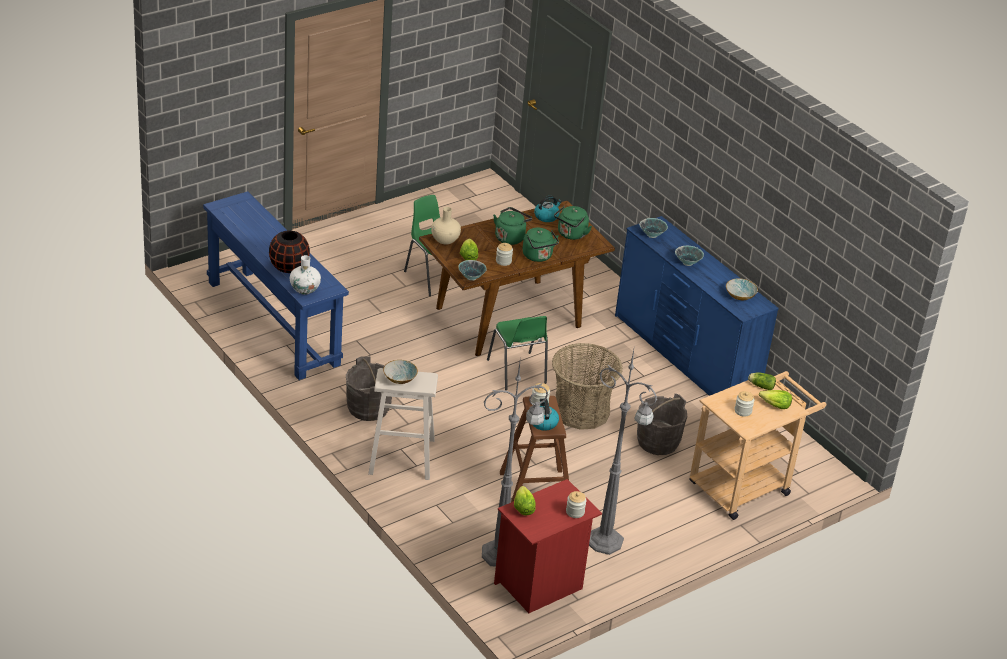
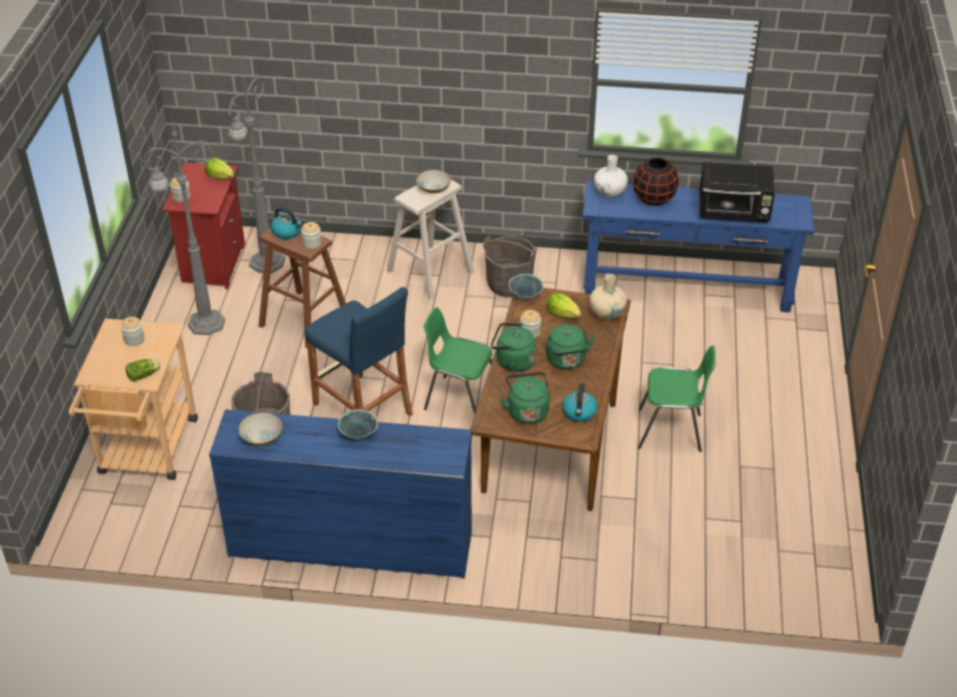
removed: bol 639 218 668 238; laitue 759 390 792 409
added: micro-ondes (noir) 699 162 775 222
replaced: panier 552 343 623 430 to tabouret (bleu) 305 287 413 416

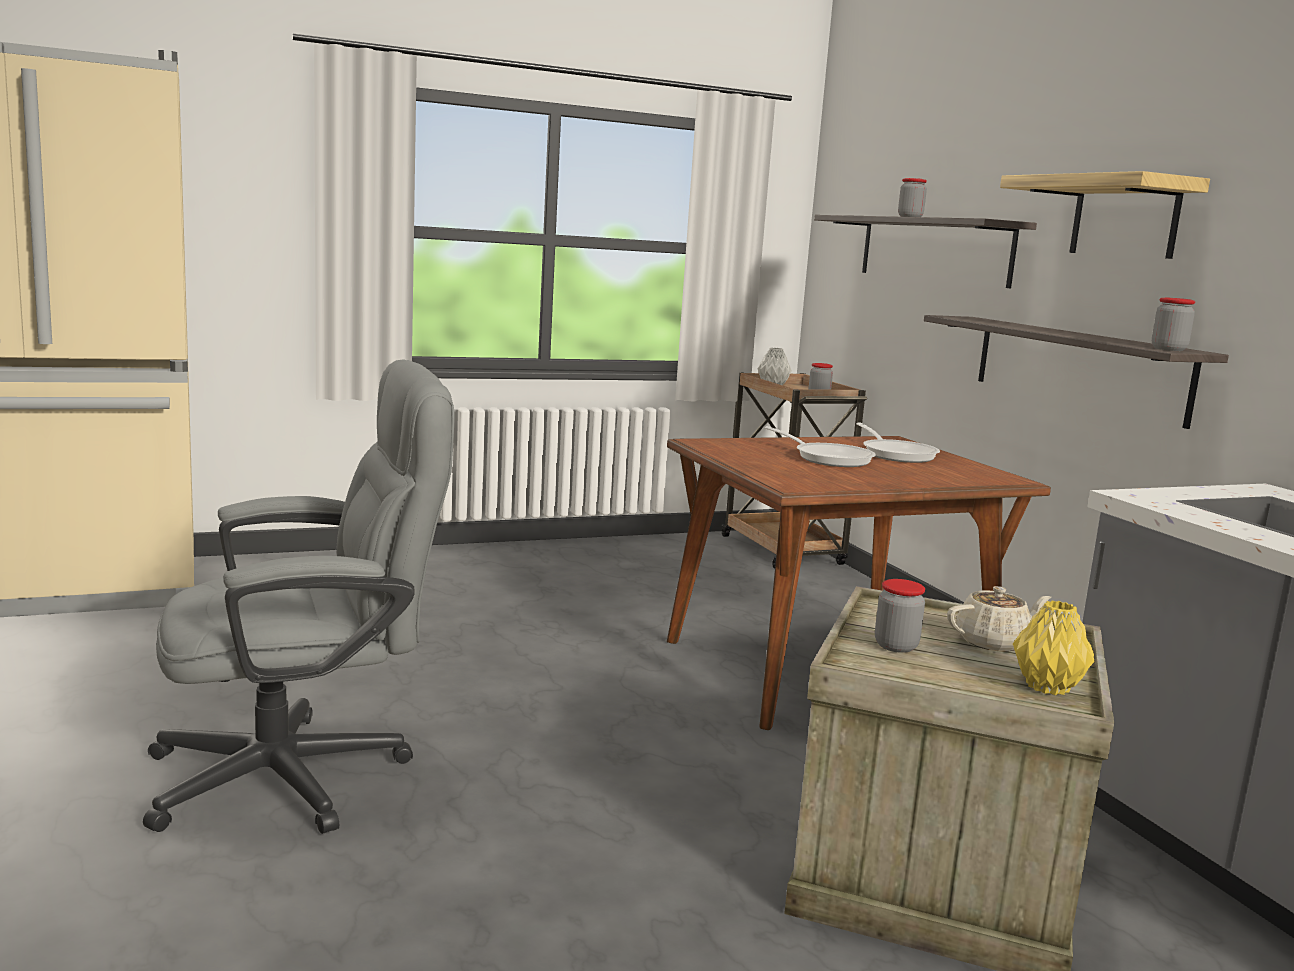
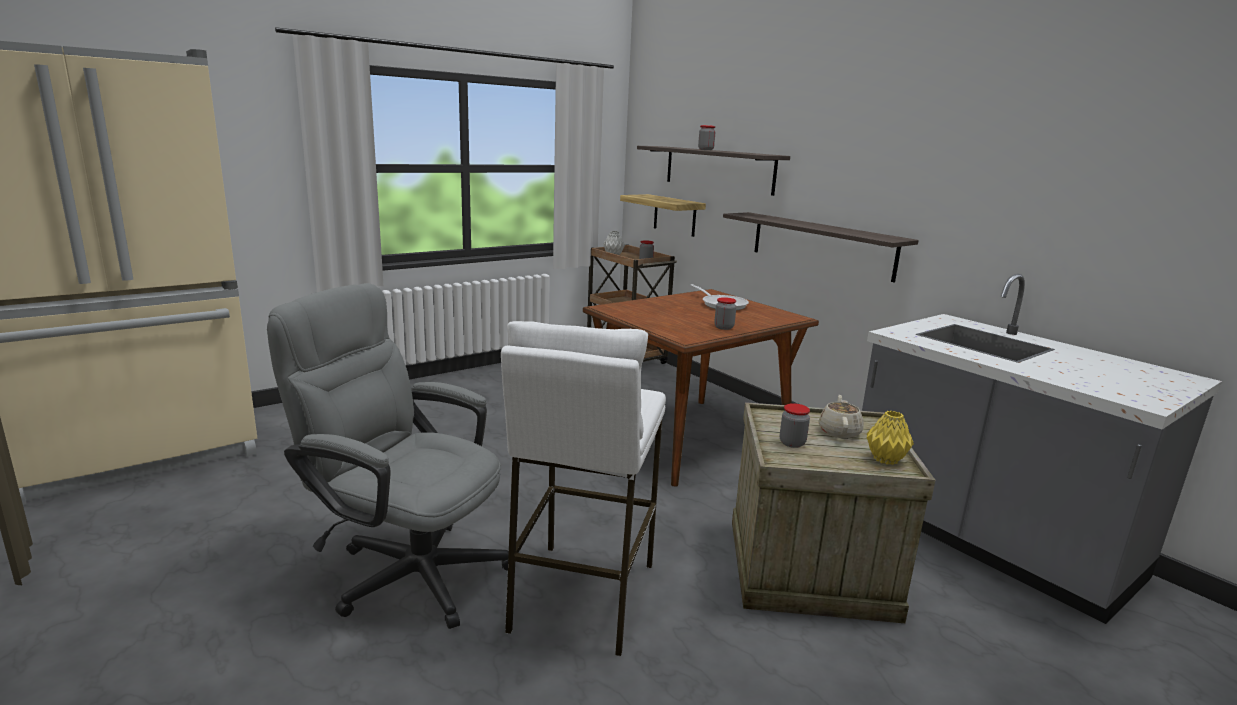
removed: poêle 765 426 876 467
added: tabouret (blanc) 501 321 666 657
moved: étagère 1000 171 1210 259 to 620 194 706 237; bocal 1152 297 1195 351 to 714 297 736 330
turned: chaise de bureau (gris) 143 359 455 834 = 267 283 509 629 120 degrees counterclockwise; théière (beige) 947 586 1051 652 = 818 395 864 439 45 degrees counterclockwise

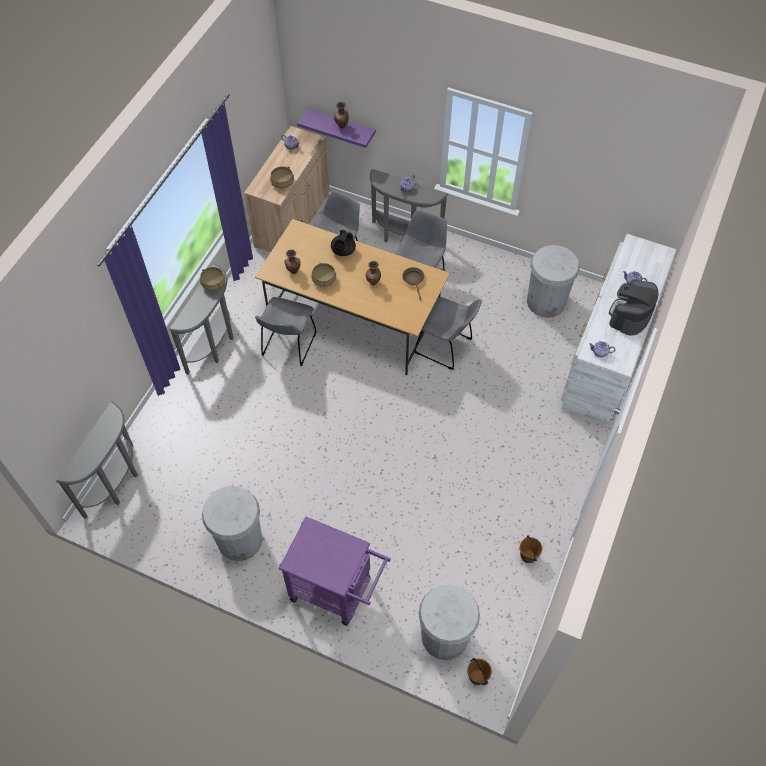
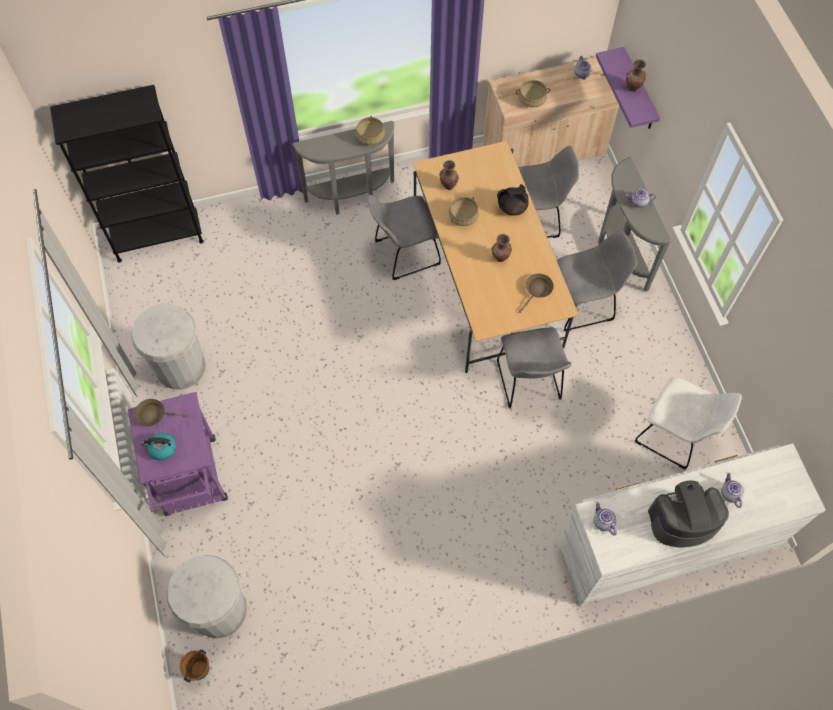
removed: seau (marron) 520 535 542 563
added: poêle (marron) 134 399 189 427; bouilloire 141 433 176 461
replaced: table console (gris) 56 401 138 519 to bibliothèque (noir) 50 85 204 263; poubelle (blanc) 527 245 580 318 to chaise (blanc) 635 377 742 469

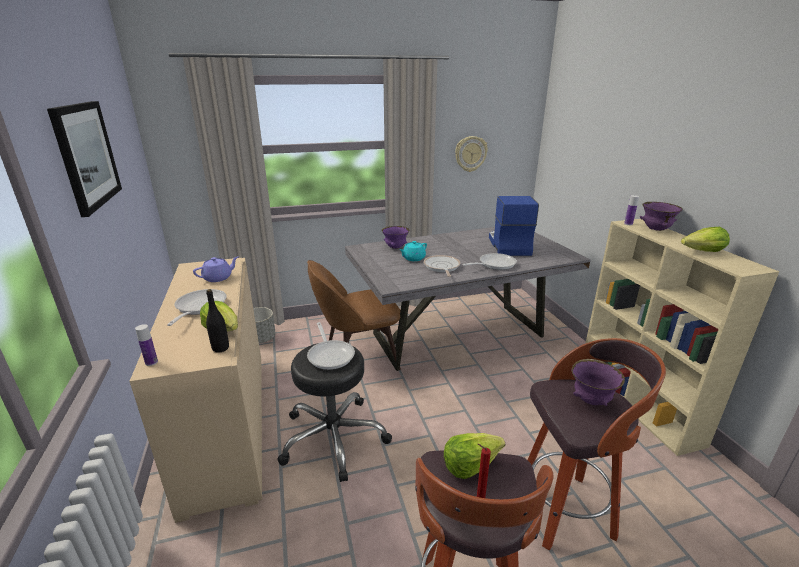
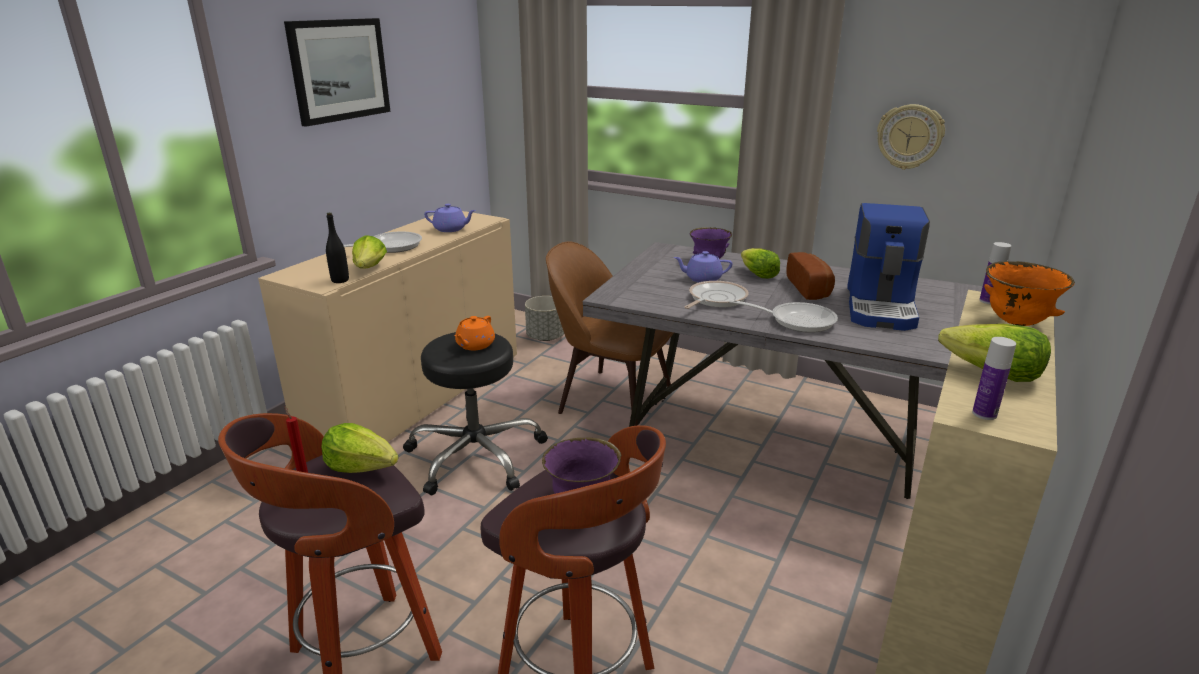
added: laitue 741 248 780 278; pain 786 252 835 300
moved: bouteille 135 324 158 366 to 972 337 1016 420
replaced: poêle 307 322 355 370 to théière (orange) 455 316 495 350
recoloured: théière (turquoise) 400 241 427 261 to théière (violet) 674 251 732 282; bol (violet) 640 202 683 231 to bol (orange) 984 261 1075 326
turned: machine à café 489 196 539 256 = 847 203 930 331 150 degrees clockwise

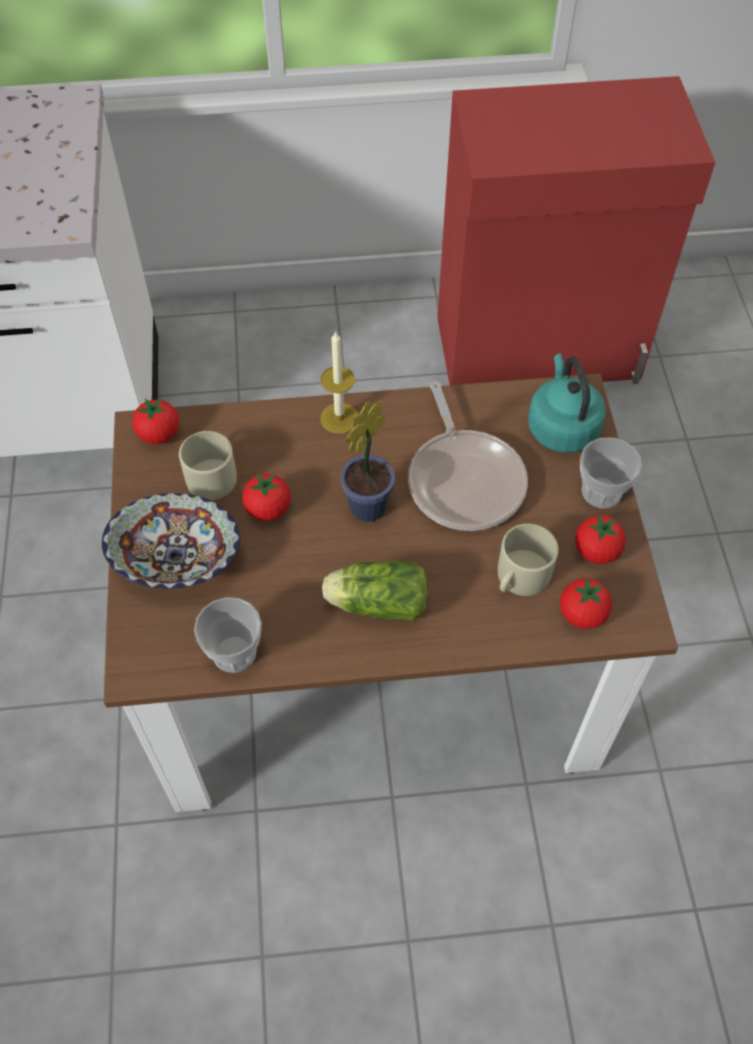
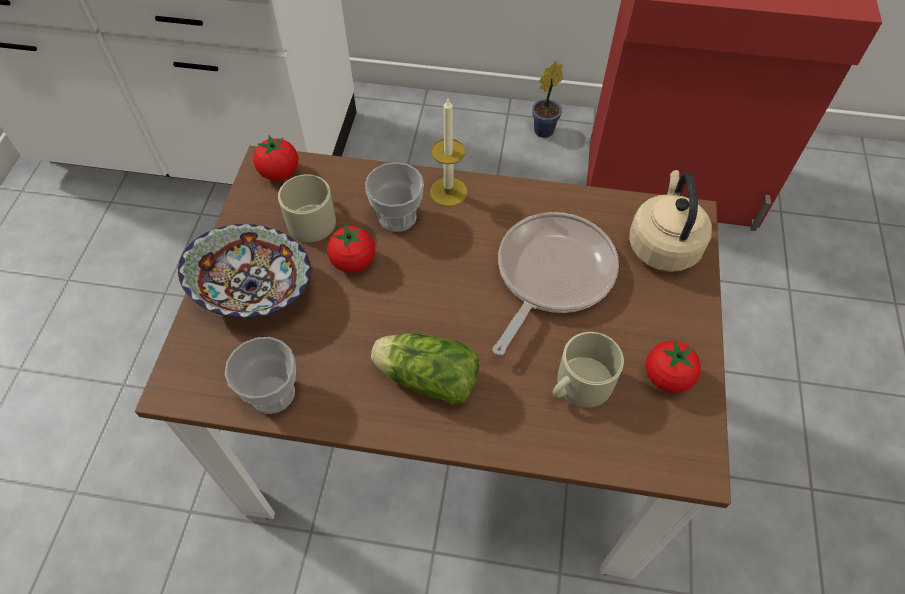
removed: tomate 560 578 612 629
moved: tasse 580 437 642 508 to 365 162 424 232; plante en pot 340 401 396 522 to 532 61 563 138
recoloured: bouilloire (turquoise) 528 353 606 453 to bouilloire (beige) 629 170 712 272
turned: poêle 408 382 528 531 = 493 212 619 355 150 degrees counterclockwise

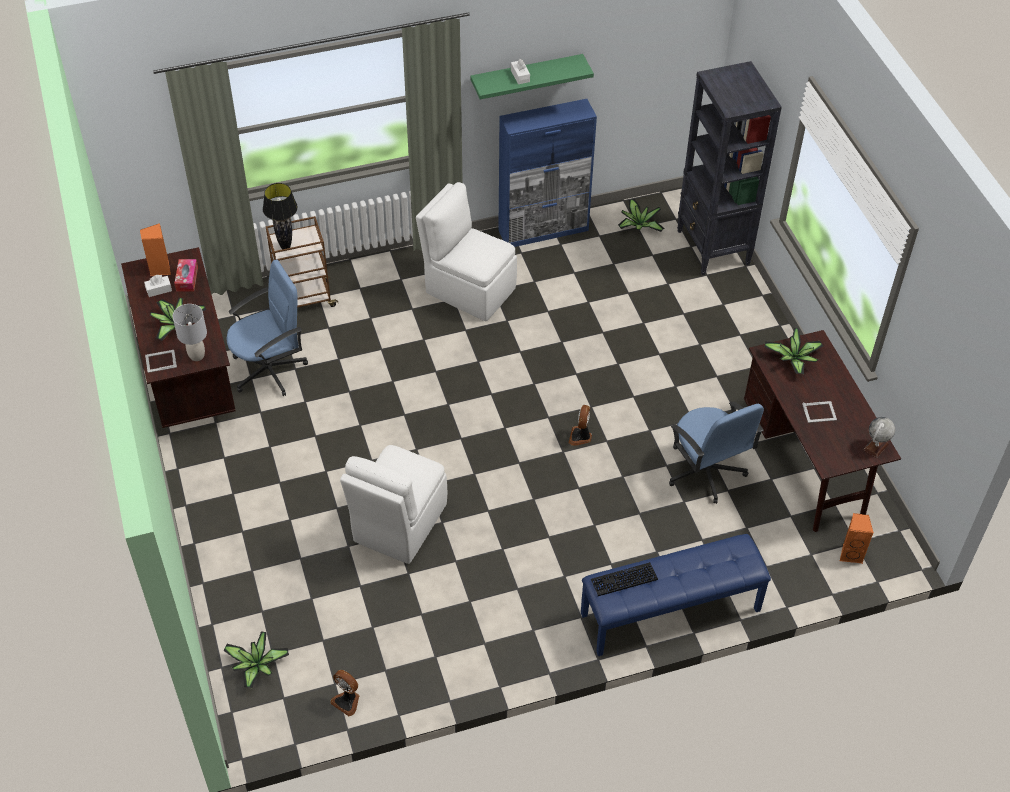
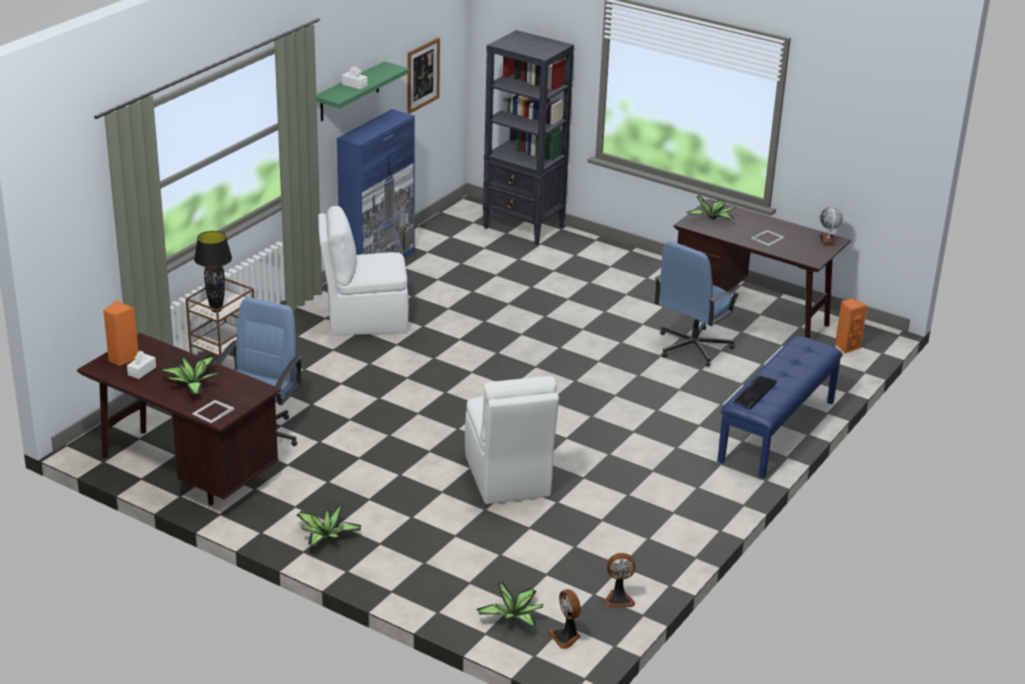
removed: lampe de table (gris) 173 304 207 361; boîte à mouchoirs 174 259 198 292
added: tableau 407 38 440 114
moved: plante en pot 618 199 664 232 to 297 505 361 547; ventilateur 569 405 592 446 to 548 589 581 649
turned: chaise de bureau (bleu) 669 401 764 504 = 655 241 740 367 105 degrees clockwise

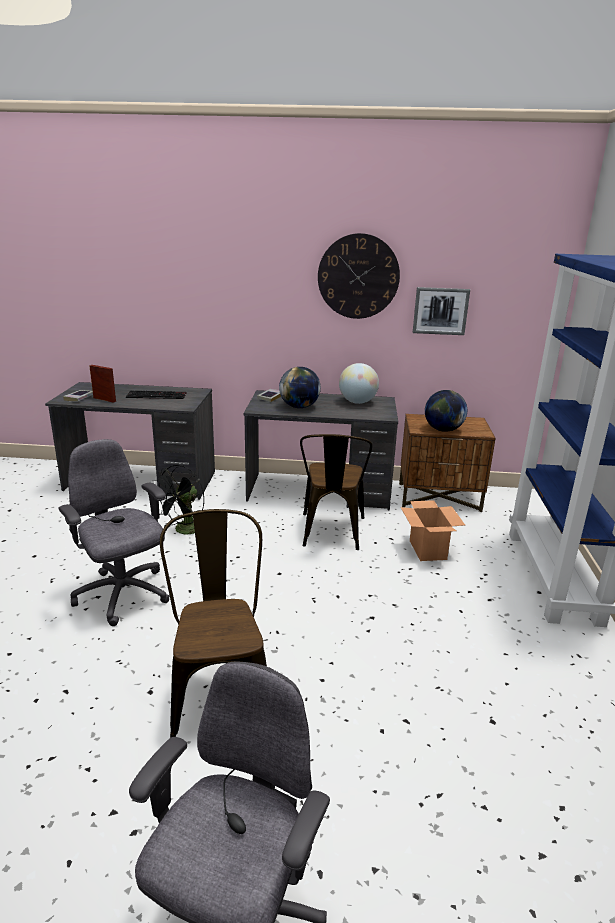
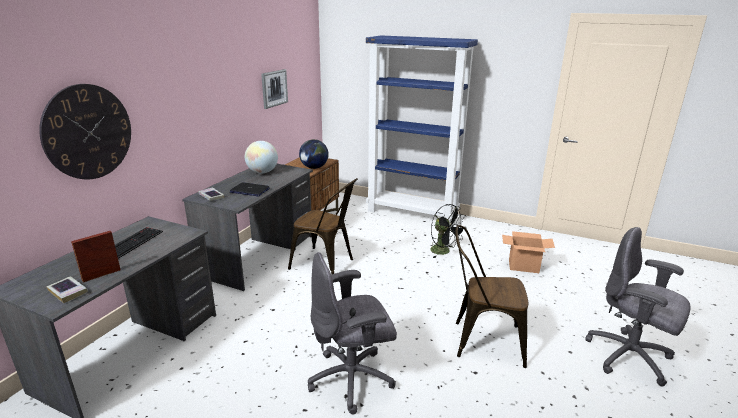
moved: horloge murale 318 233 400 319 to 39 84 131 179; ventilateur (noir) 153 465 204 535 to 431 204 467 258; carton 401 500 465 561 to 502 231 555 273
replaced: globe 279 367 321 408 to ordinateur portable 230 182 270 196

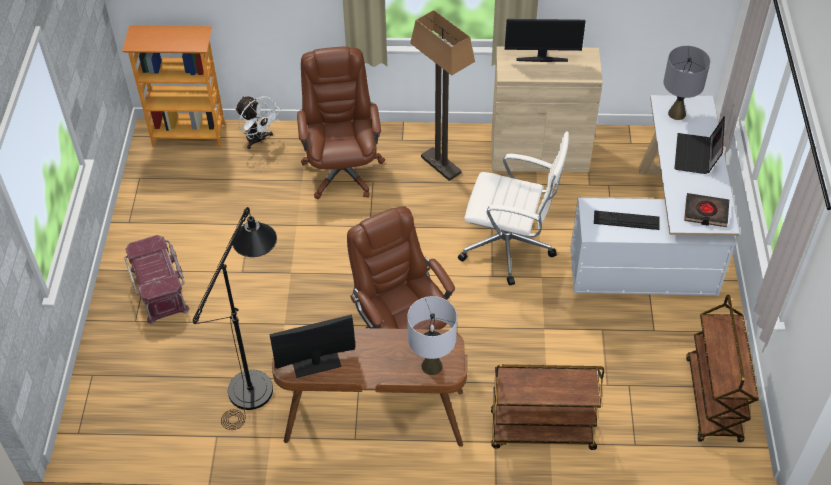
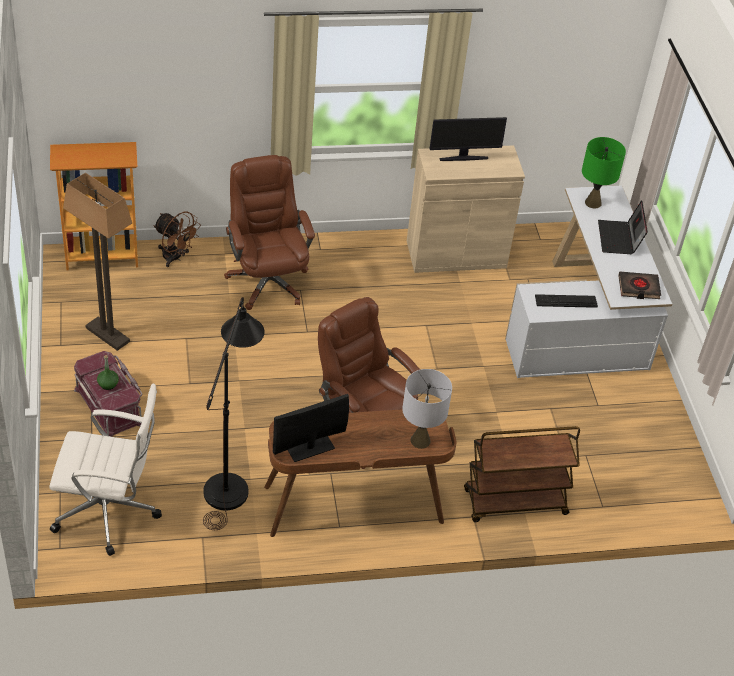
removed: chariot (marron) 686 295 759 442
added: bouteille (vert) 97 355 119 390
moved: chaise de bureau (blanc) 458 131 569 285 to 49 384 162 556; lampadaire 410 10 475 181 to 63 173 132 351
recoloured: ventilateur (blanc) 235 96 281 149 to ventilateur (marron) 153 212 201 267; lampe de table (gris) 663 46 710 120 to lampe de table (vert) 582 137 626 209

